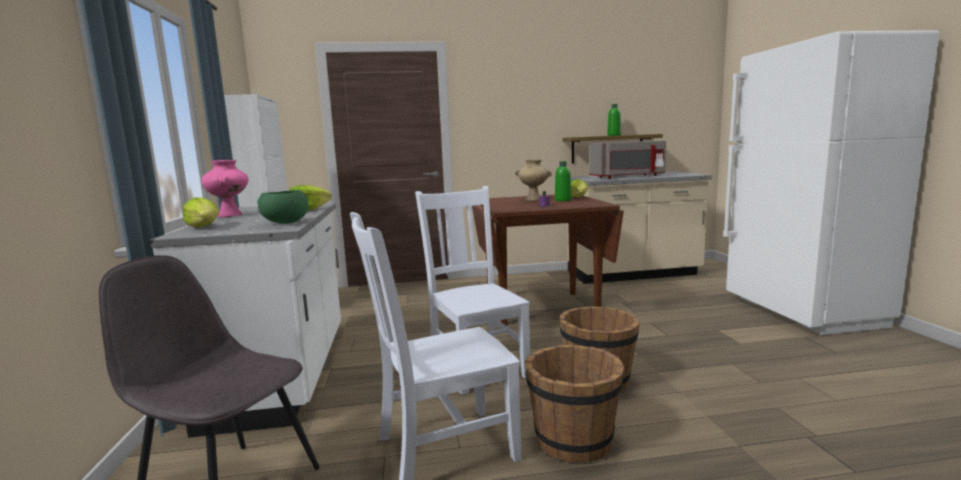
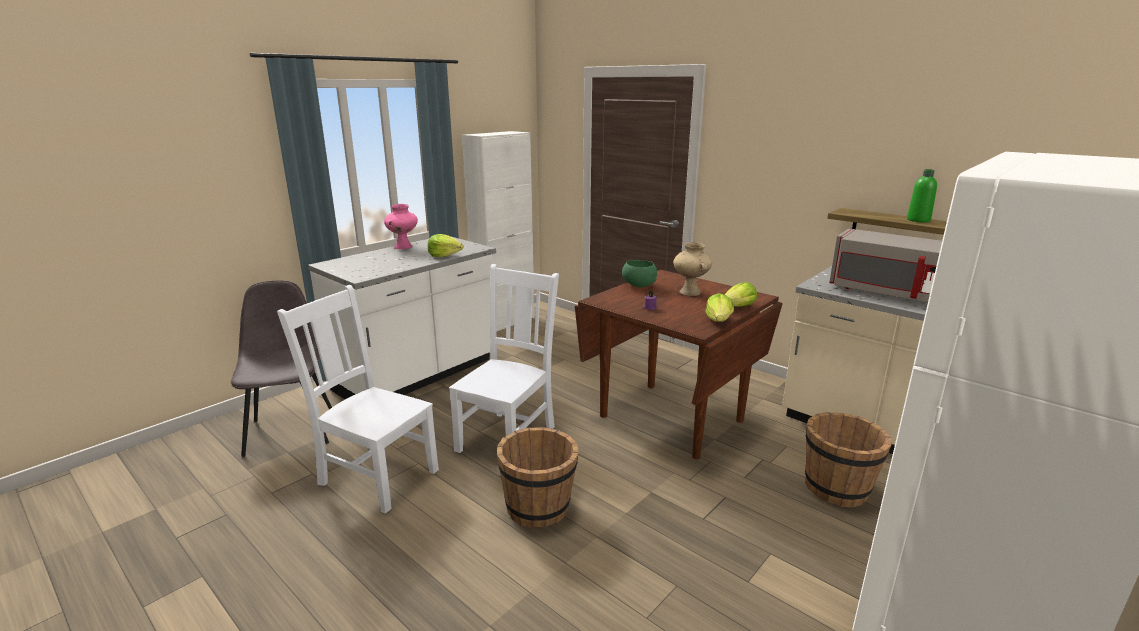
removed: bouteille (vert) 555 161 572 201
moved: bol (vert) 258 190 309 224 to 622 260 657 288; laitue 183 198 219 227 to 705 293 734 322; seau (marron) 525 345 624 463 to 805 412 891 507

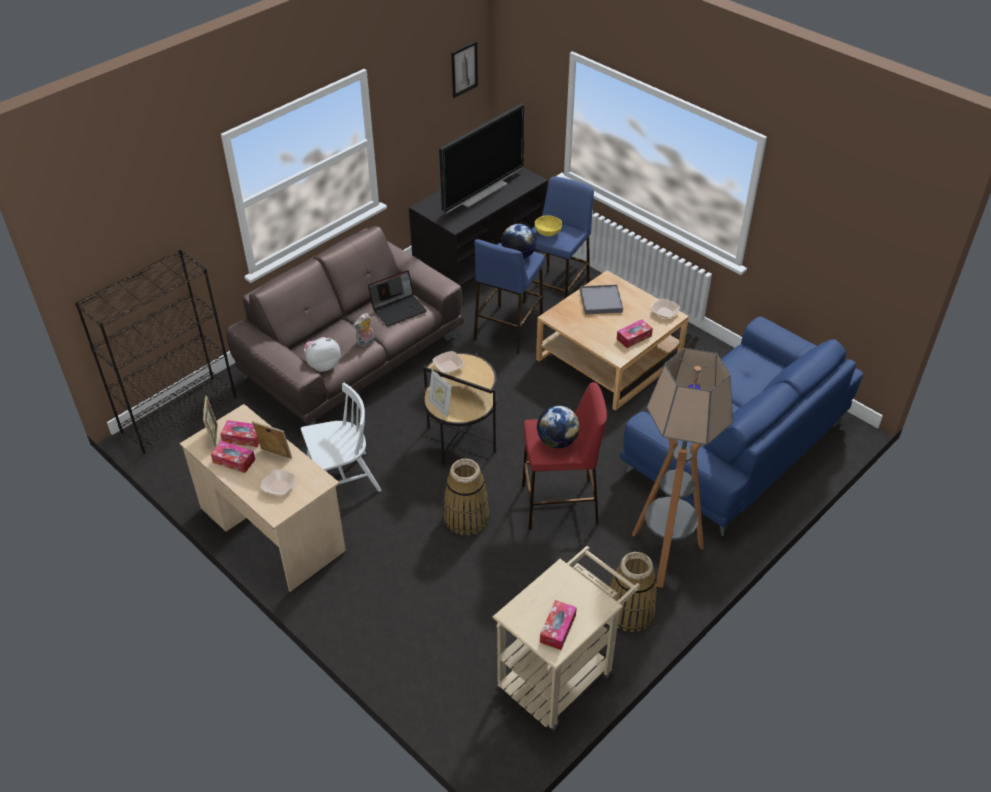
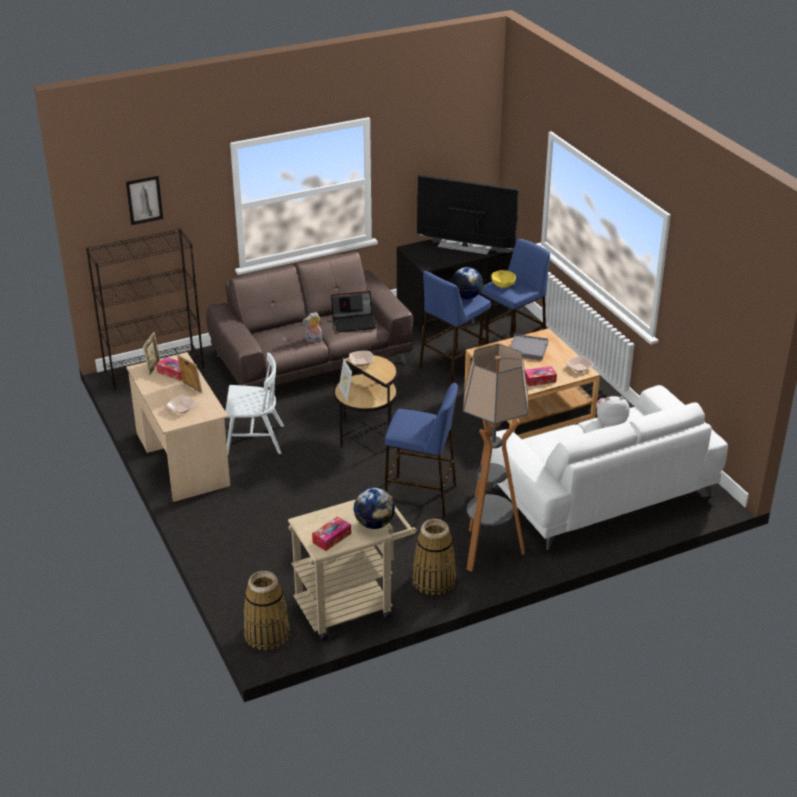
removed: boîte à mouchoirs 211 441 255 473
moved: tableau 451 41 478 98 to 126 176 163 225; panier 443 459 490 535 to 243 571 290 651; globe 537 405 580 448 to 354 488 395 529; peluche 304 337 341 372 to 596 396 630 427
recoloured: tabouret (rouge) 522 382 607 530 to tabouret (bleu) 385 383 458 517; canapé (bleu) 620 316 863 536 to canapé (blanc) 490 385 728 550
turned: téléviseur 439 104 525 213 = 417 175 519 255 135 degrees counterclockwise

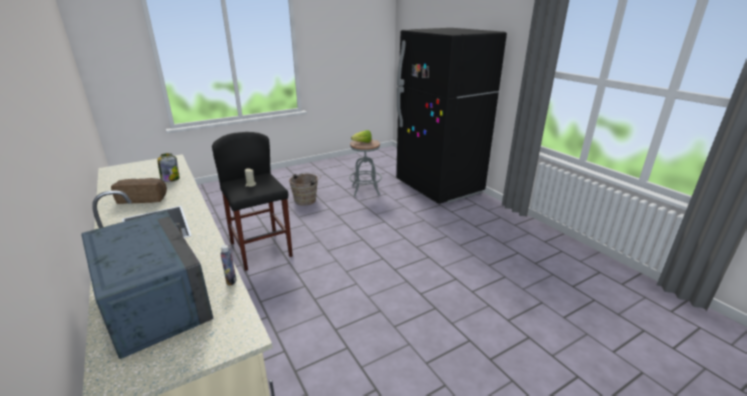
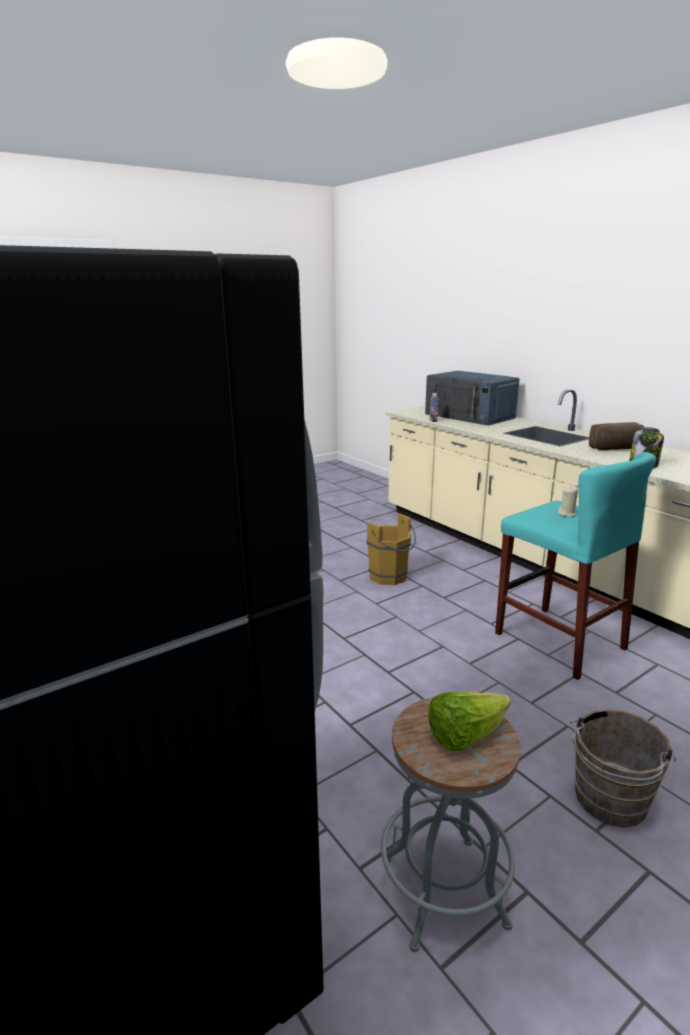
added: seau (marron) 366 514 416 585
recoloured: tabouret (noir) 212 132 293 271 to tabouret (turquoise) 495 452 656 680

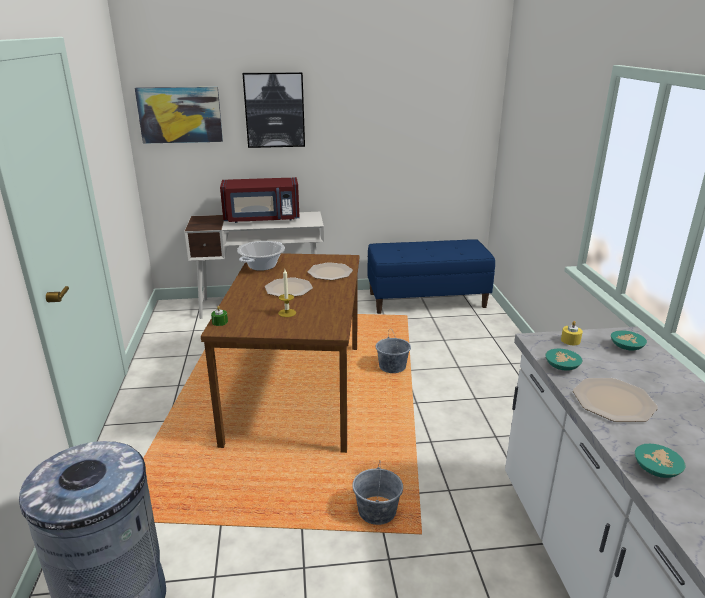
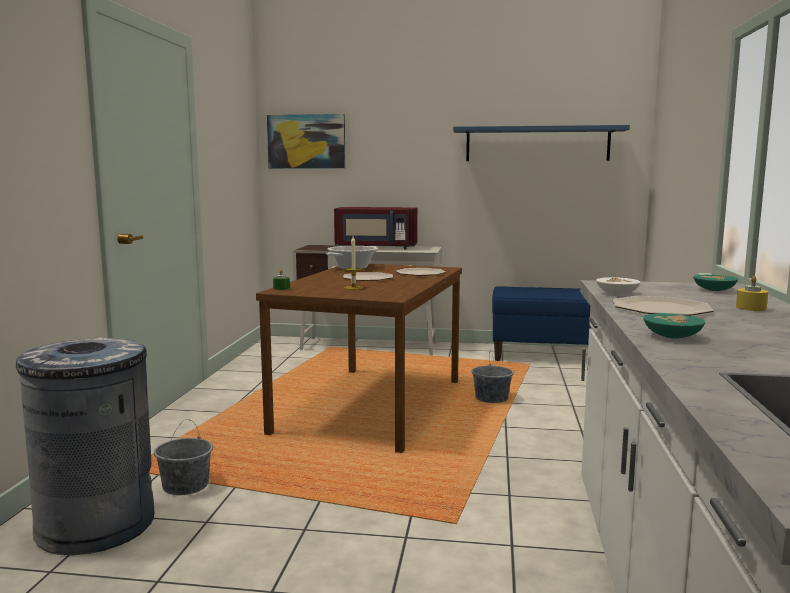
removed: tableau 242 72 305 148
added: étagère (bleu) 453 125 630 161
moved: seau (gris) 352 461 403 525 to 154 419 213 495; bougie (jaune) 561 321 583 345 to 736 276 768 311
recoloured: bol (turquoise) 545 349 582 371 to bol (blanc) 596 277 640 295

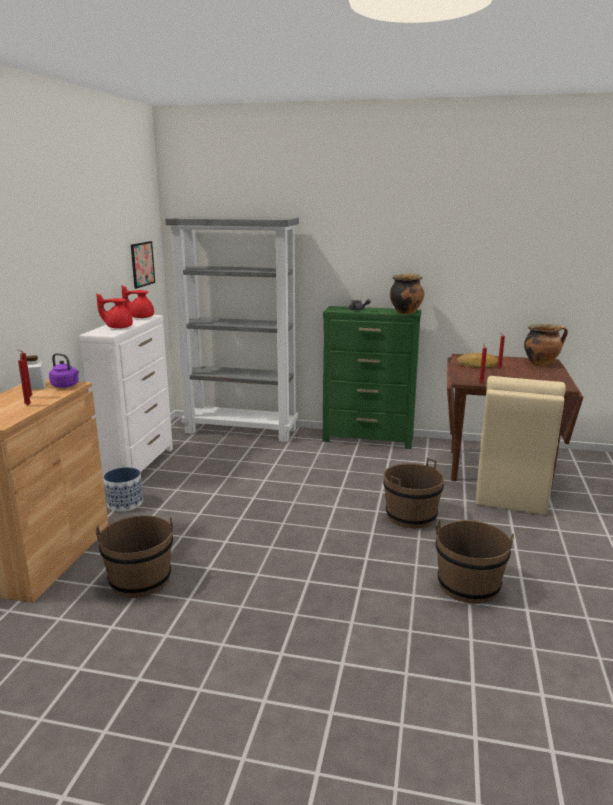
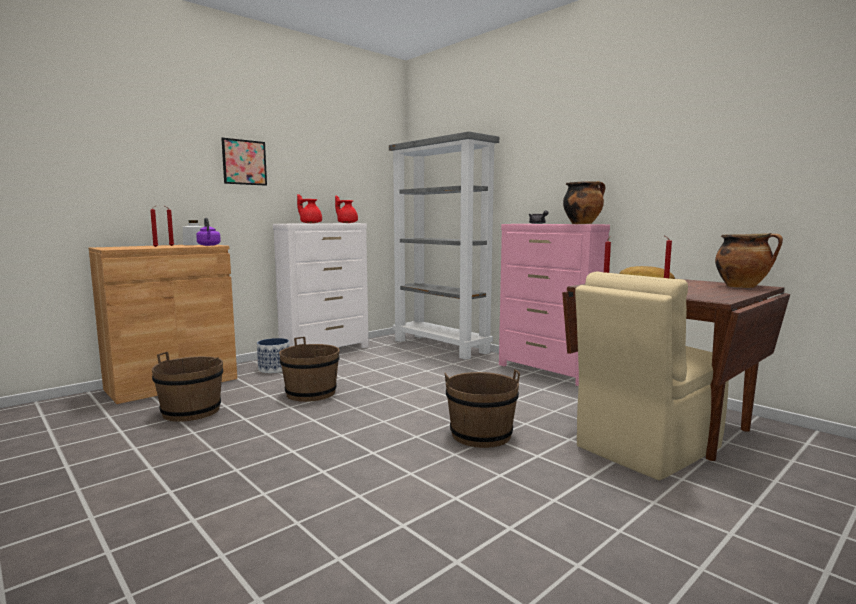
moved: tableau 131 241 155 289 to 221 138 267 186; seau (marron) 436 519 514 604 to 279 337 340 402
recoloured: commode (vert) 323 306 421 449 to commode (rose) 499 224 610 386

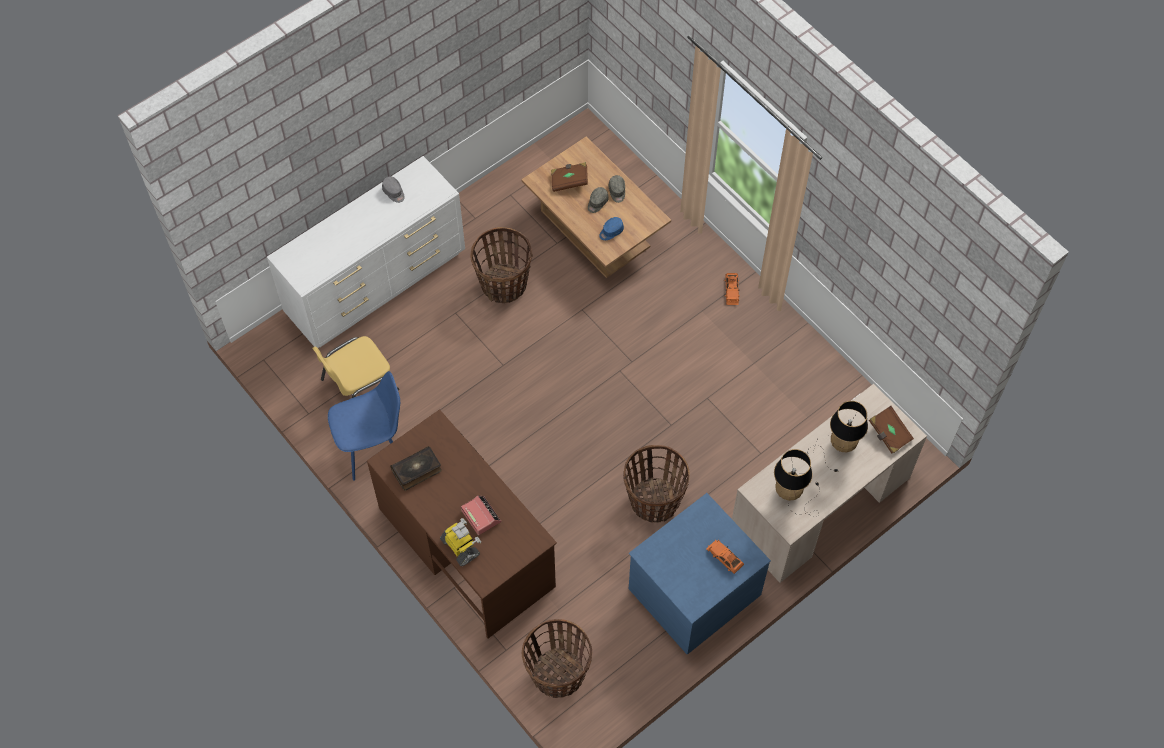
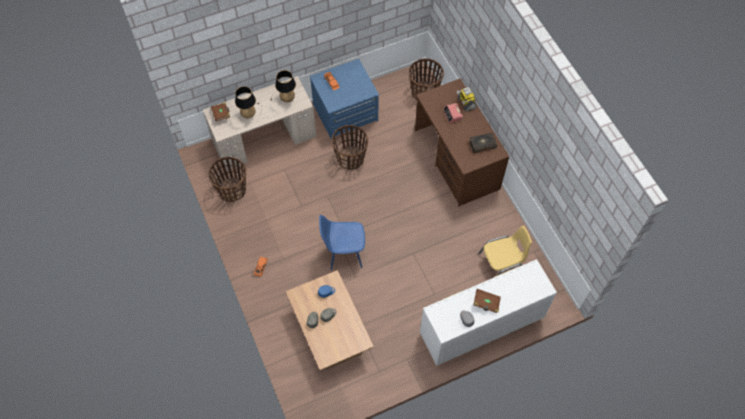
moved: panier 470 227 533 303 to 208 157 246 202; chaise (bleu) 328 371 400 481 to 319 215 365 270; livre (marron) 551 162 588 192 to 473 289 501 313

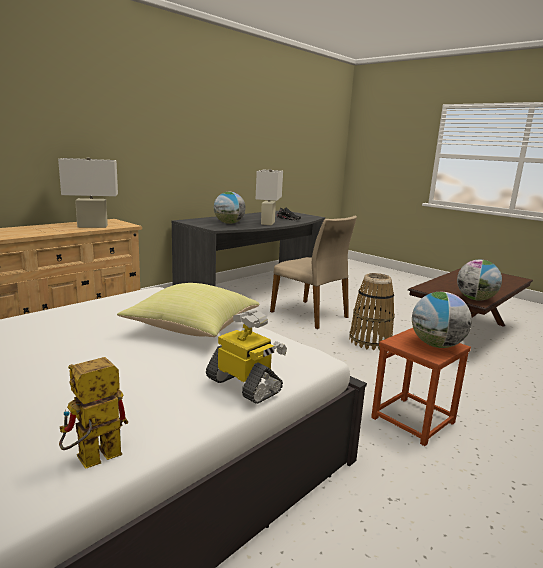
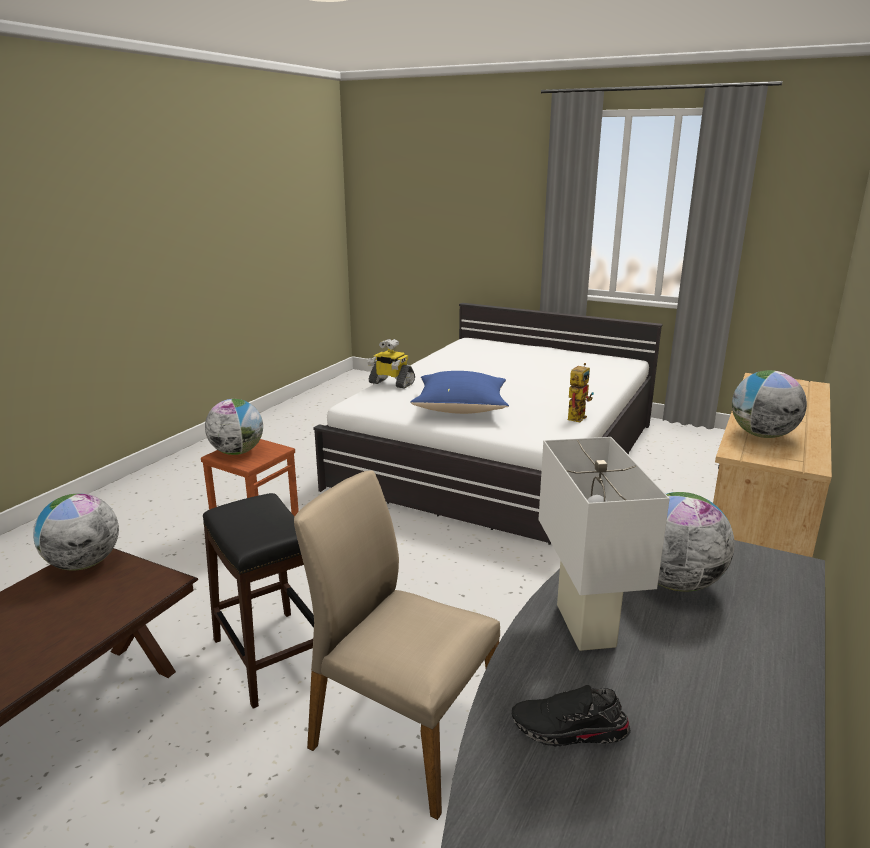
moved: robot jouet 59 357 128 469 to 568 363 594 422
replaced: panier 349 273 395 350 to tabouret (noir) 203 493 314 709; lampe de table (blanc) 58 158 118 228 to globe 732 370 807 438
recoloured: coussin (jaune) 117 283 259 337 to coussin (bleu) 411 371 509 414

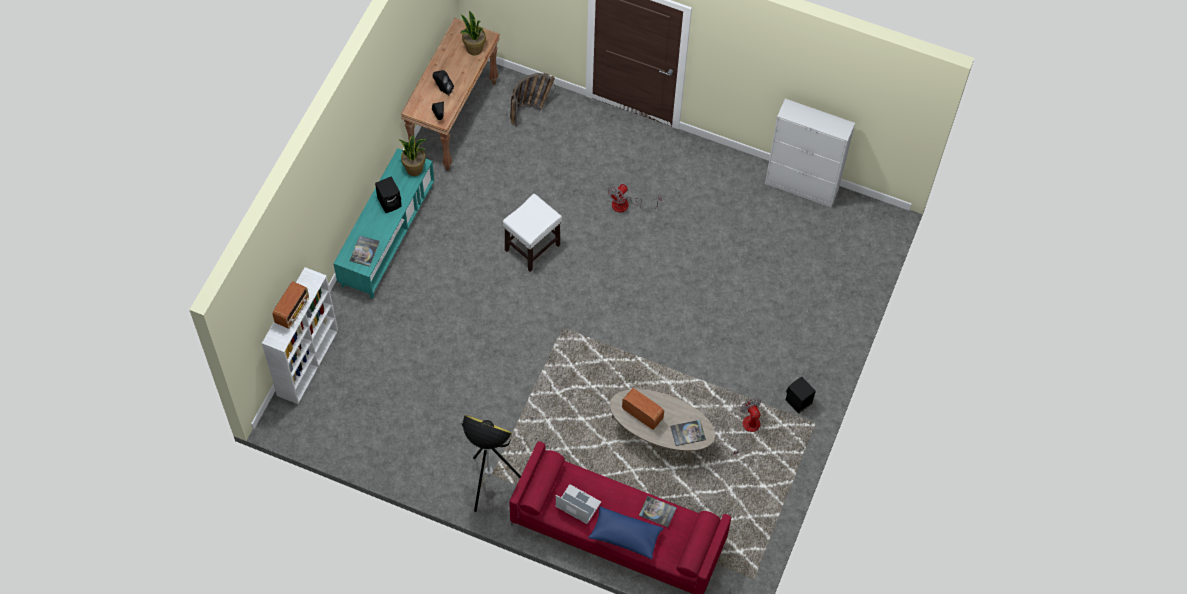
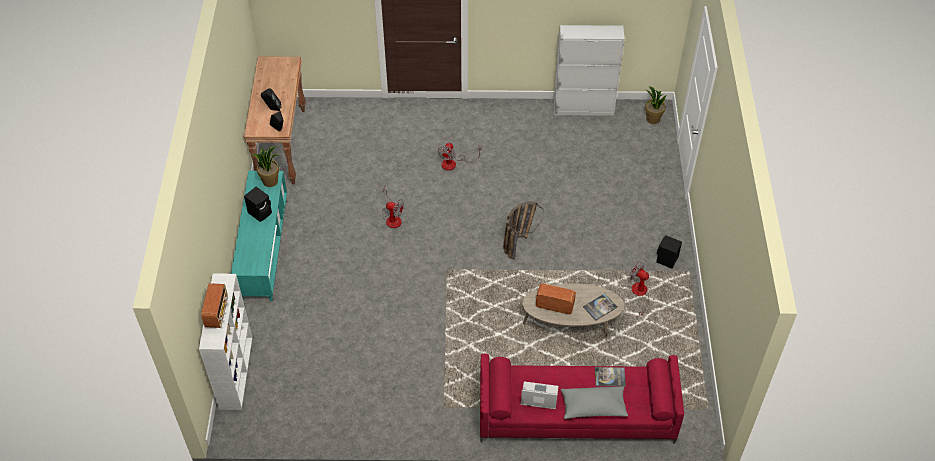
removed: livre 349 236 380 267; lampadaire 461 415 521 512
moved: panier 510 73 556 127 to 503 201 544 260; plante en pot 460 11 486 55 to 645 87 666 124
replaced: tabouret (blanc) 503 194 562 272 to ventilateur 382 186 404 228
recoloured: coussin (bleu) 588 506 663 559 to coussin (gris) 561 387 628 419

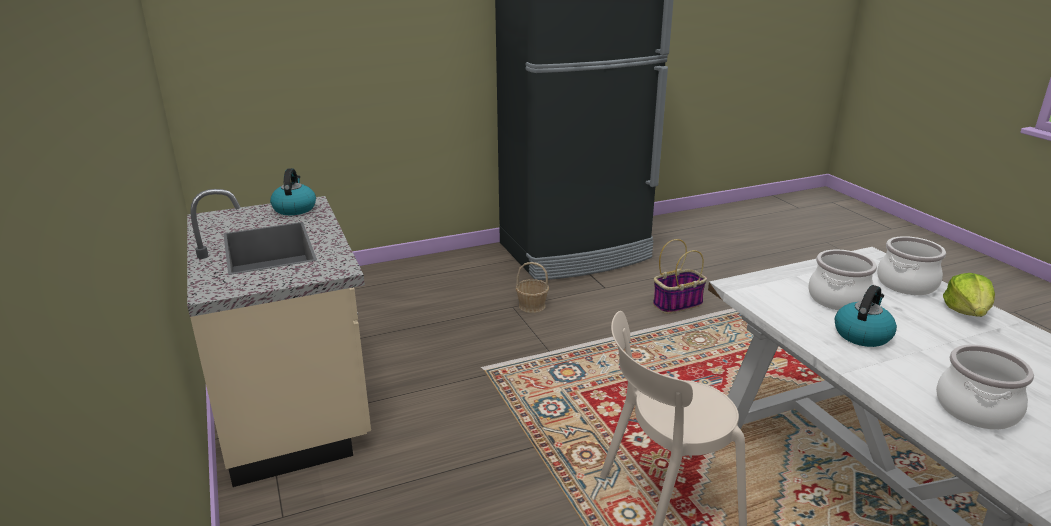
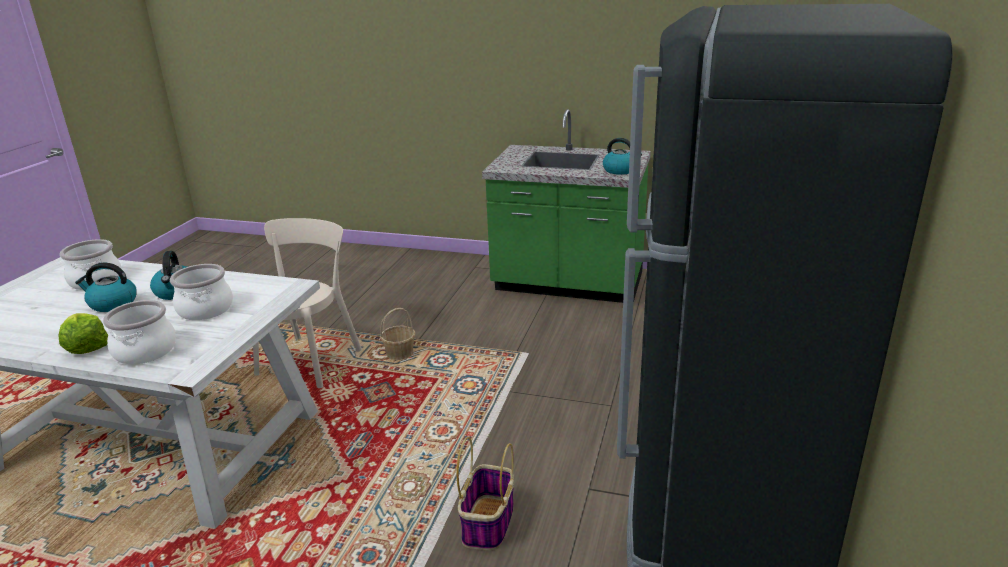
added: bouilloire 75 263 137 312
moved: panier 516 262 549 313 to 380 308 415 360
recoloured: comptoir de cuisine (beige) 187 189 371 487 to comptoir de cuisine (vert) 482 109 651 303

